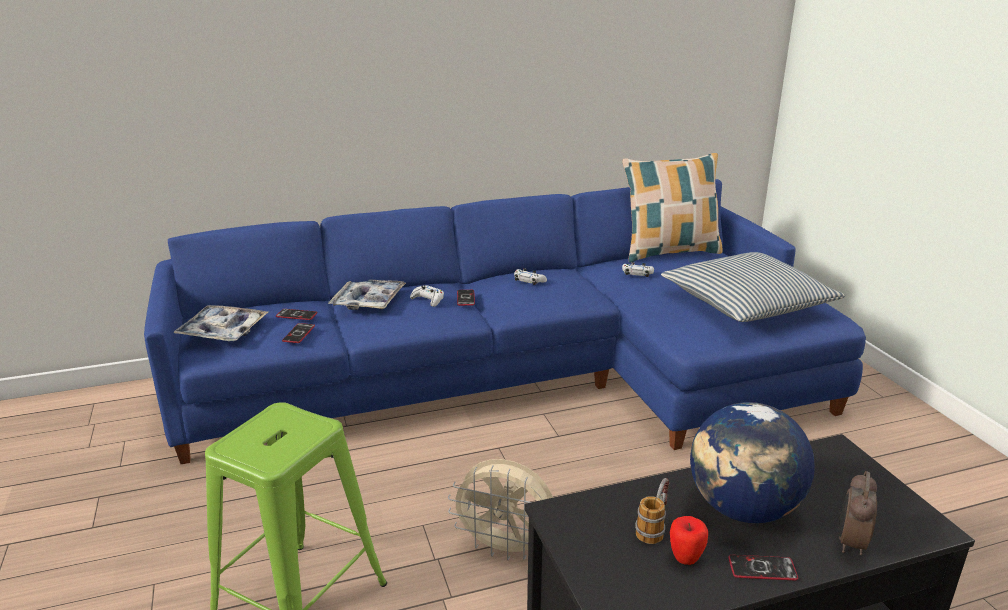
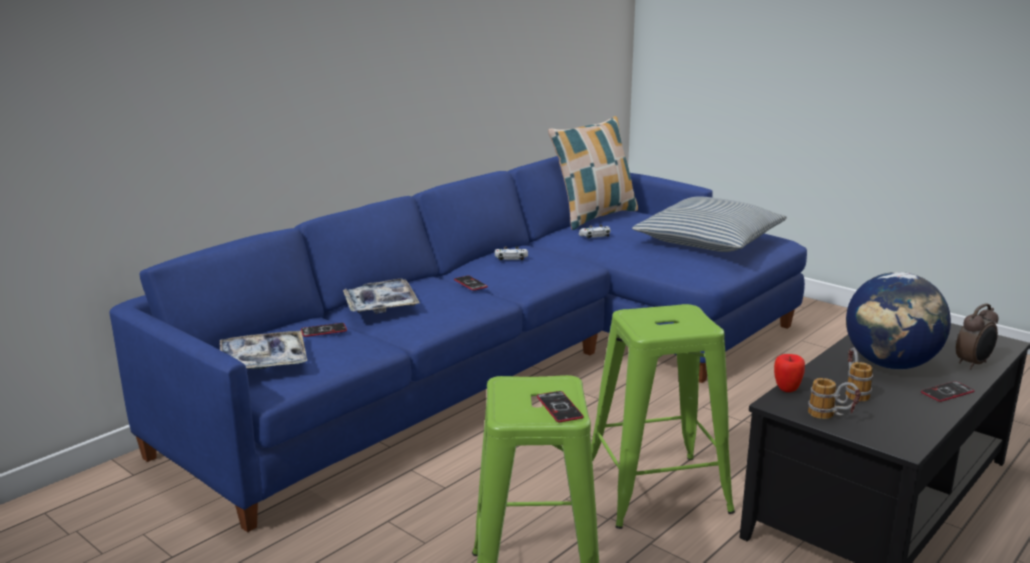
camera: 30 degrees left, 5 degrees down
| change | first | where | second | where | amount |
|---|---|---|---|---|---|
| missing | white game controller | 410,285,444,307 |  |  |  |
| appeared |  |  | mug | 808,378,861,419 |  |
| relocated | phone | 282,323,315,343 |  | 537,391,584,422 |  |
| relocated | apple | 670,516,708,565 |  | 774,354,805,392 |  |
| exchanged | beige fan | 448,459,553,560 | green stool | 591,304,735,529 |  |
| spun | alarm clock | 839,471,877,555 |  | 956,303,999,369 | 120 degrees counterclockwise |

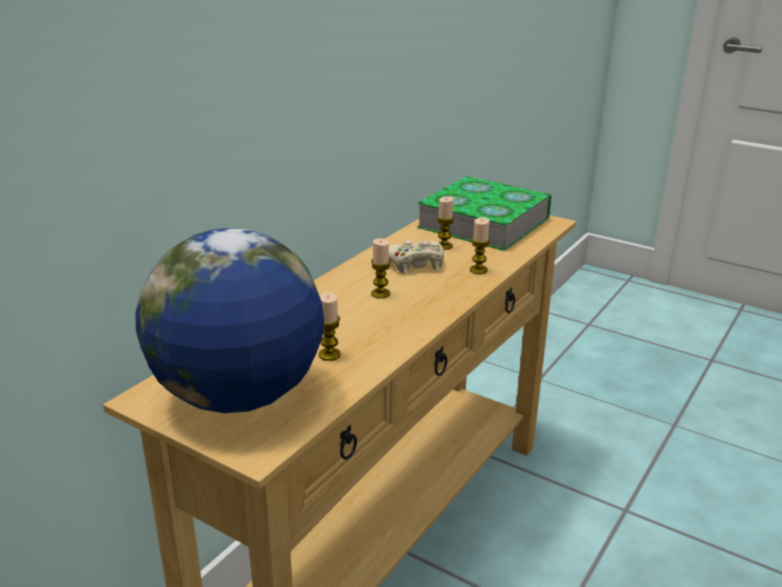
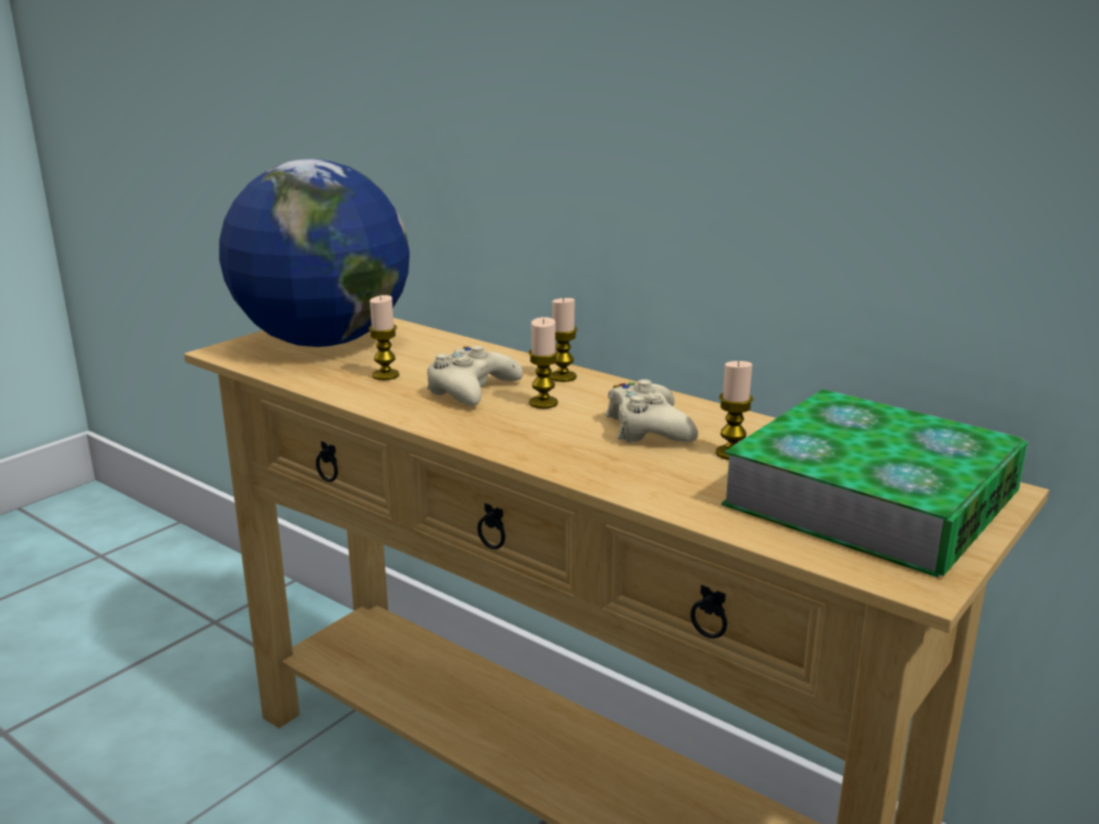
camera: 95 degrees right, 5 degrees down
| change | first | where | second | where | amount |
|---|---|---|---|---|---|
| appeared |  |  | beige game controller | 427,346,523,406 |  |
| relocated | candle | 470,217,490,274 |  | 549,298,577,382 |  |

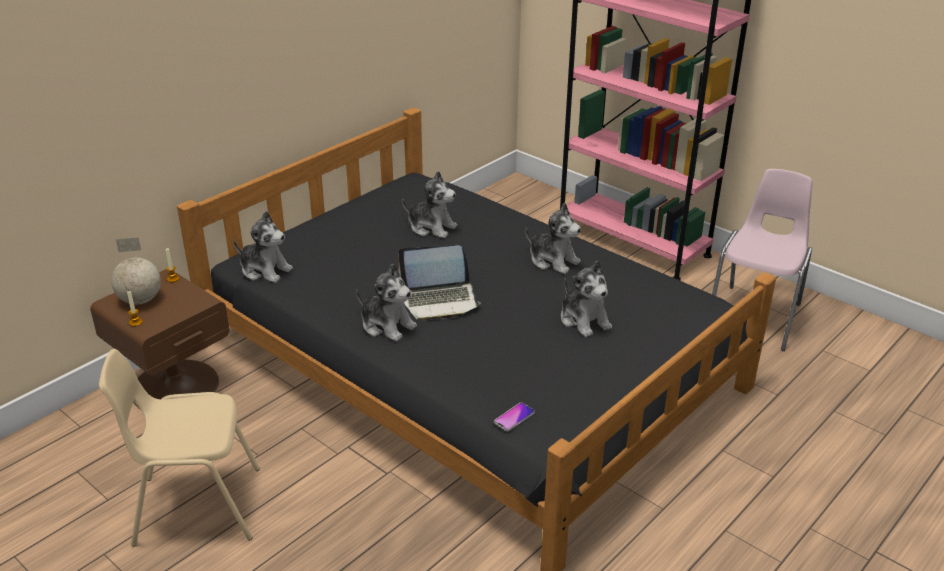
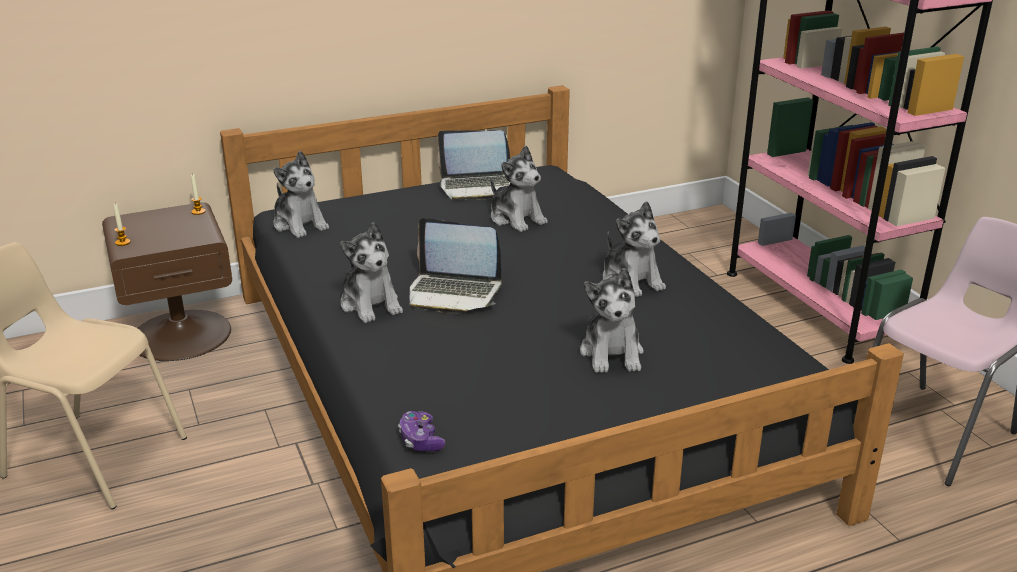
camera: 25 degrees right, 5 degrees down
| change | first | where | second | where | amount |
|---|---|---|---|---|---|
| missing | globe | 111,237,161,305 |  |  |  |
| appeared |  |  | laptop | 437,130,510,201 |  |
| exchanged | phone | 494,403,535,431 | game controller | 398,411,445,451 |  |

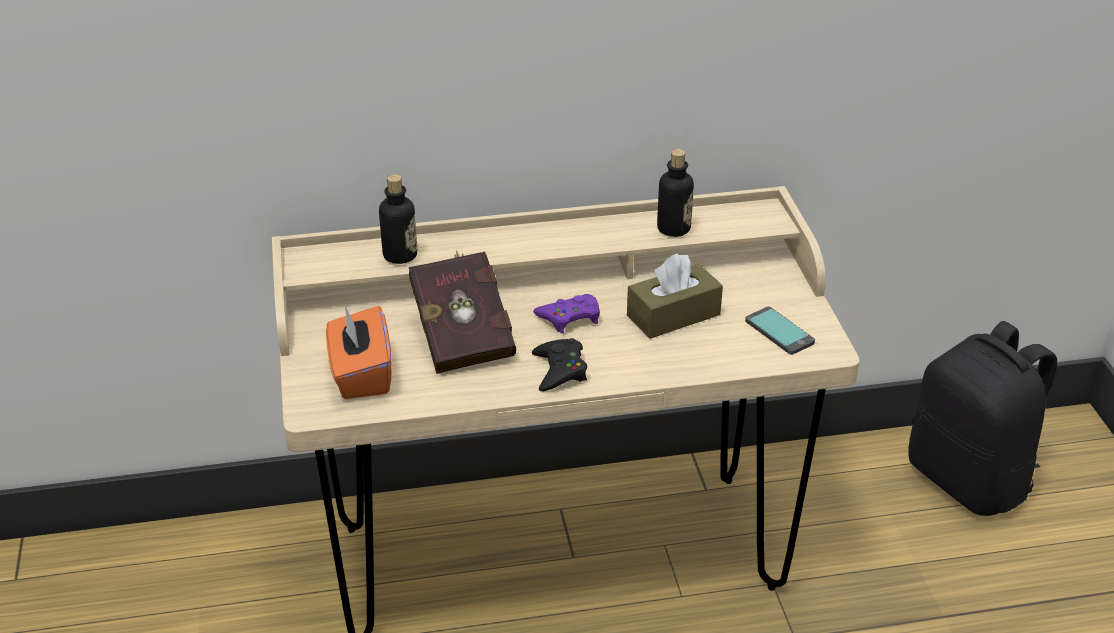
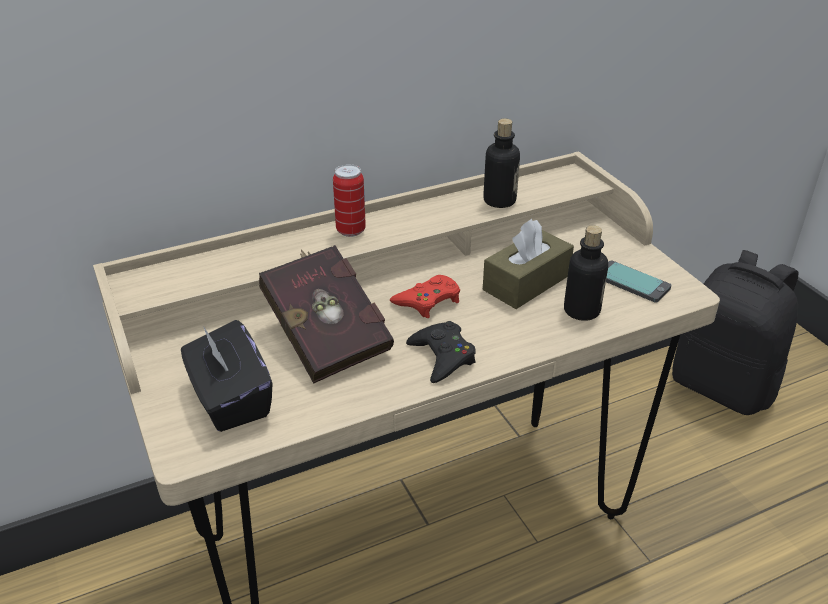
camera: 15 degrees left, 0 degrees up
| change | first | where | second | where | amount |
|---|---|---|---|---|---|
| appeared |  |  | can | 333,164,366,237 |  |
| relocated | bottle | 379,174,417,264 |  | 564,225,608,321 |  |
| colour | orange tissue box | 326,306,392,399 | black tissue box | 181,320,273,432 |  |
| colour | purple game controller | 533,294,600,334 | red game controller | 390,275,460,318 |  |

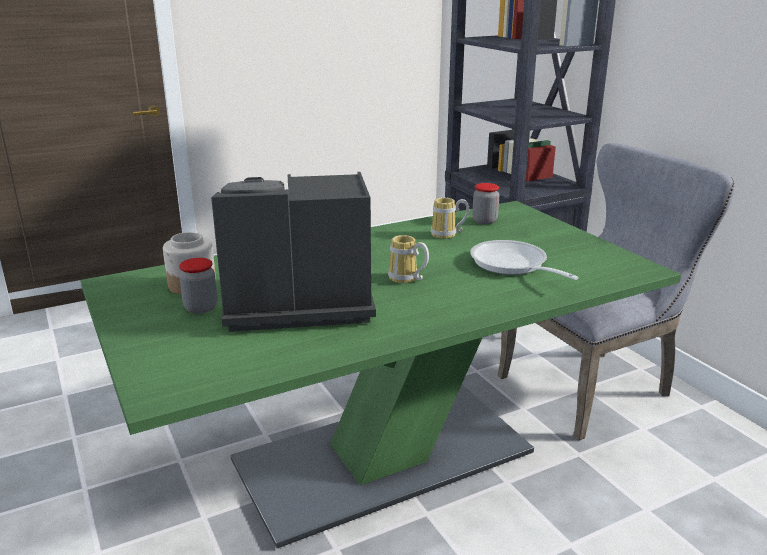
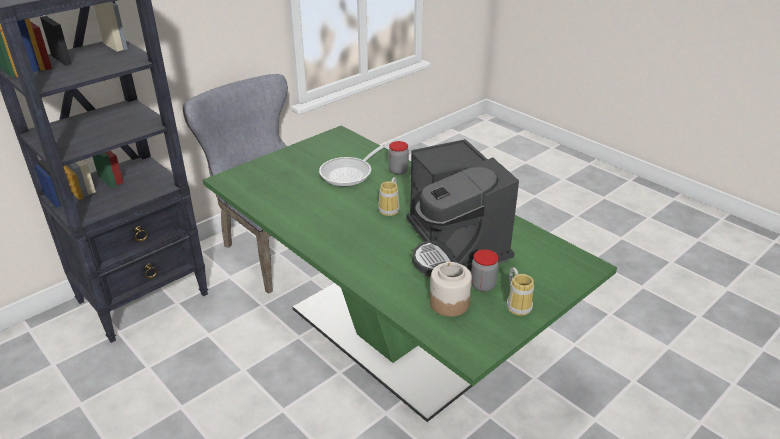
camera: 105 degrees left, 10 degrees up
| change | first | where | second | where | amount |
|---|---|---|---|---|---|
| relocated | mug | 431,197,469,239 |  | 507,267,534,316 |  |
| relocated | jar | 472,183,499,225 |  | 388,141,409,175 |  |

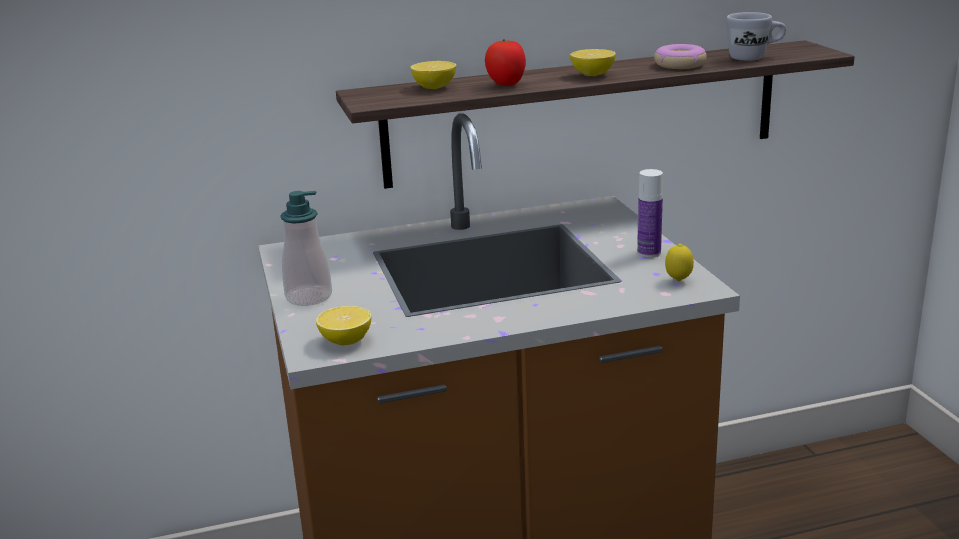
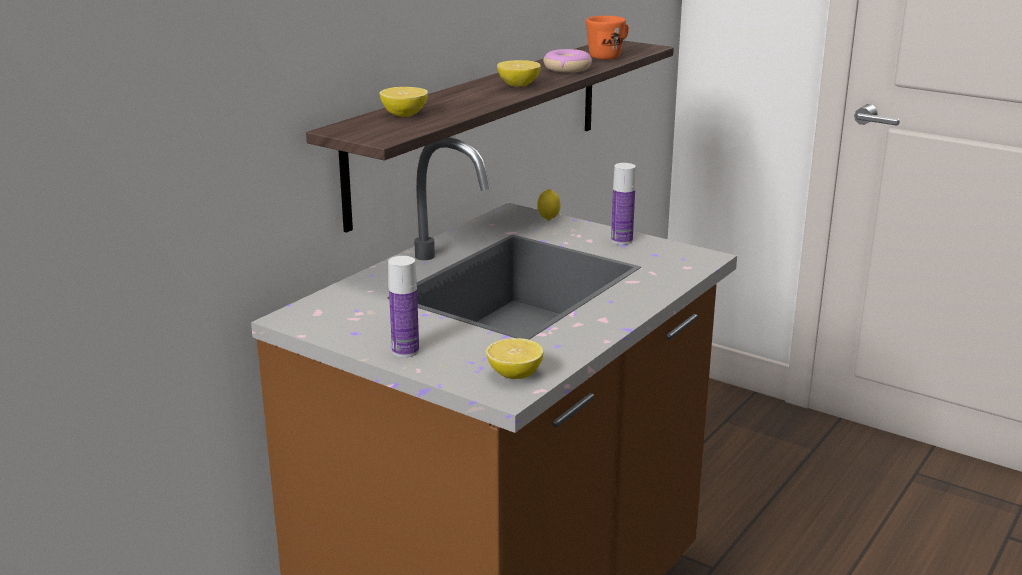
camera: 40 degrees left, 0 degrees up
| change | first | where | second | where | amount |
|---|---|---|---|---|---|
| missing | tomato | 485,39,526,86 |  |  |  |
| relocated | lemon | 665,244,694,281 |  | 537,189,560,221 |  |
| exchanged | soap dispenser | 280,191,332,306 | bottle | 388,256,419,358 |  |
| colour | white mug | 726,12,786,61 | orange mug | 586,16,629,60 |  |

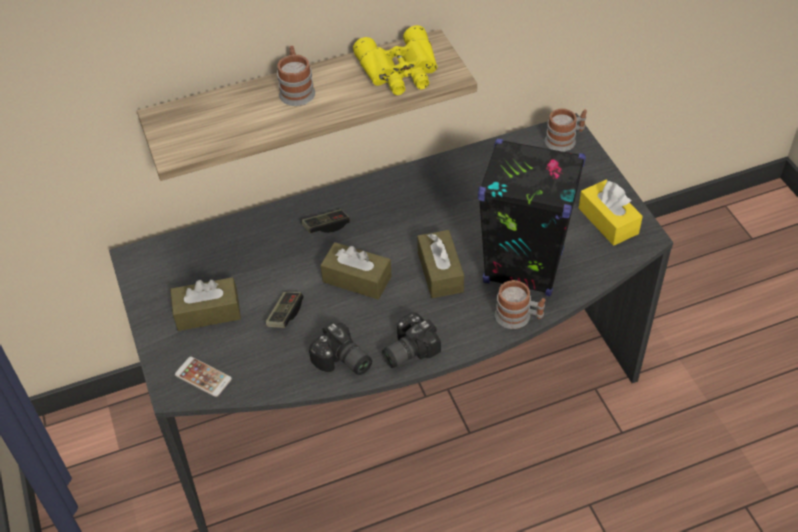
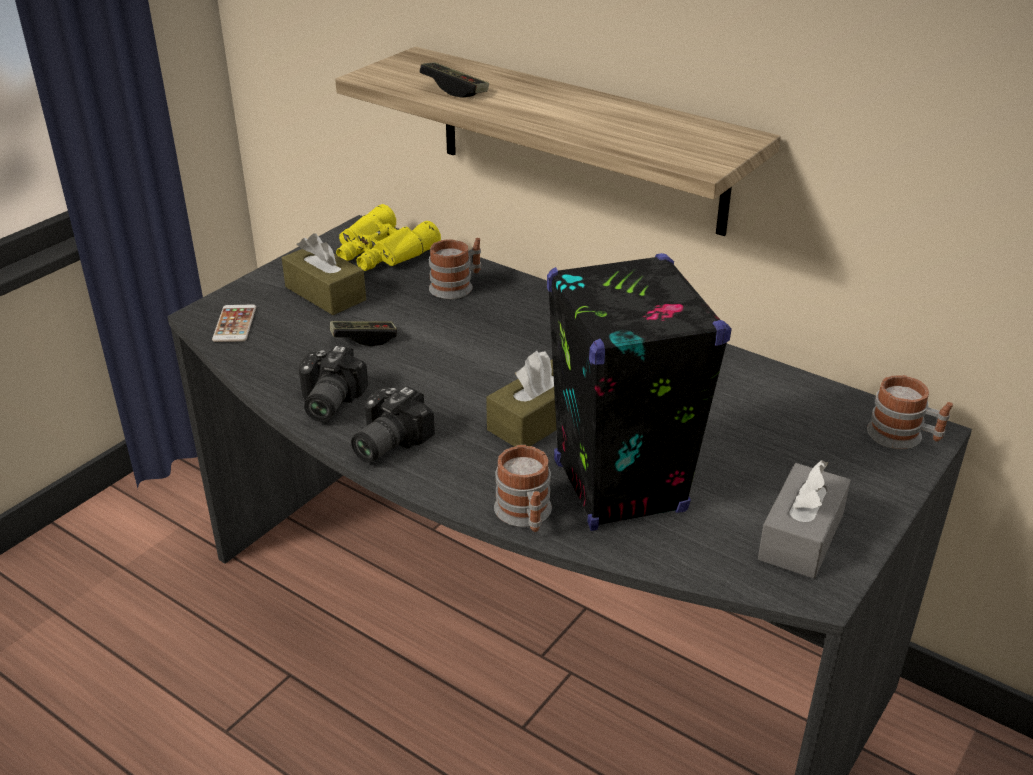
camera: 55 degrees right, 15 degrees down
| change | first | where | second | where | amount |
|---|---|---|---|---|---|
| missing | brown tissue box | 320,242,392,299 |  |  |  |
| relocated | mug | 277,46,315,106 |  | 429,238,481,299 |  |
| relocated | game controller | 302,209,350,233 |  | 419,62,489,98 |  |
| relocated | yellow binoculars | 353,25,438,95 |  | 336,204,441,271 |  |
| colour | yellow tissue box | 579,179,643,246 | grey tissue box | 758,460,851,578 |  |
| spun | photo camera | 382,312,441,368 |  | 351,386,435,463 | 75 degrees counterclockwise |

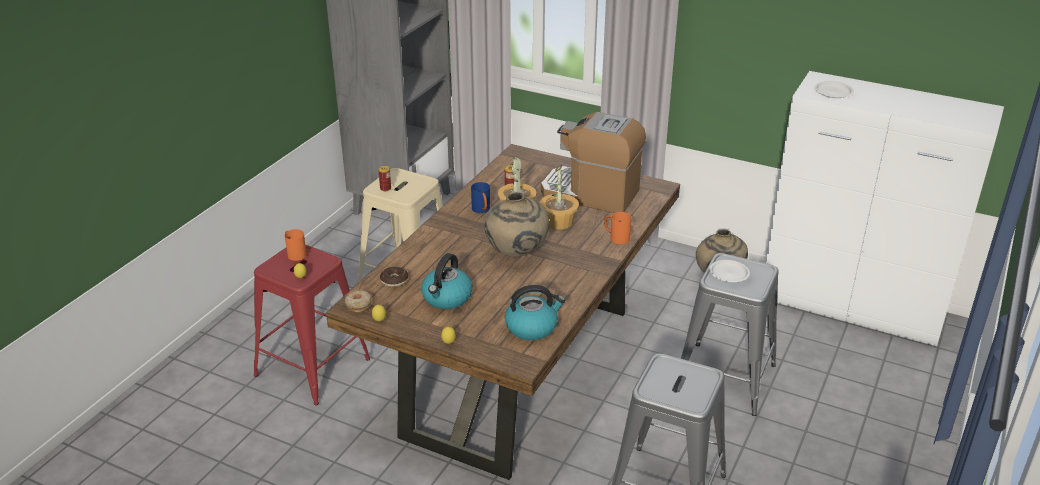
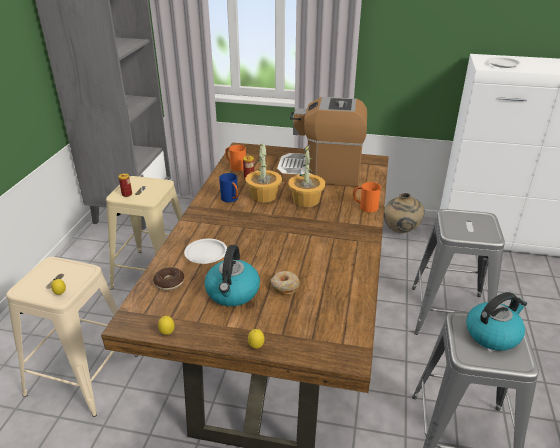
camera: 15 degrees left, 0 degrees up
| change | first | where | second | where | amount |
|---|---|---|---|---|---|
| missing | beige vase | 485,192,549,257 |  |  |  |
| relocated | orange mug | 284,229,307,261 |  | 225,145,246,171 |  |
| relocated | donut | 345,290,372,312 |  | 271,271,300,295 |  |
| relocated | kettle | 505,285,565,340 |  | 466,292,527,351 |  |
| relocated | white plate | 709,260,750,282 |  | 184,239,227,264 |  |
| colour | red stool | 254,245,370,405 | beige stool | 6,257,138,417 |  |

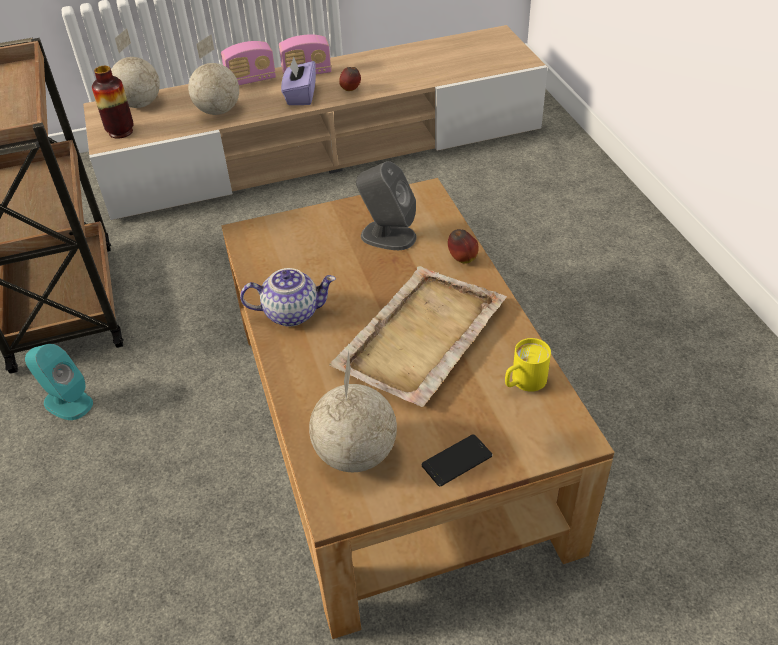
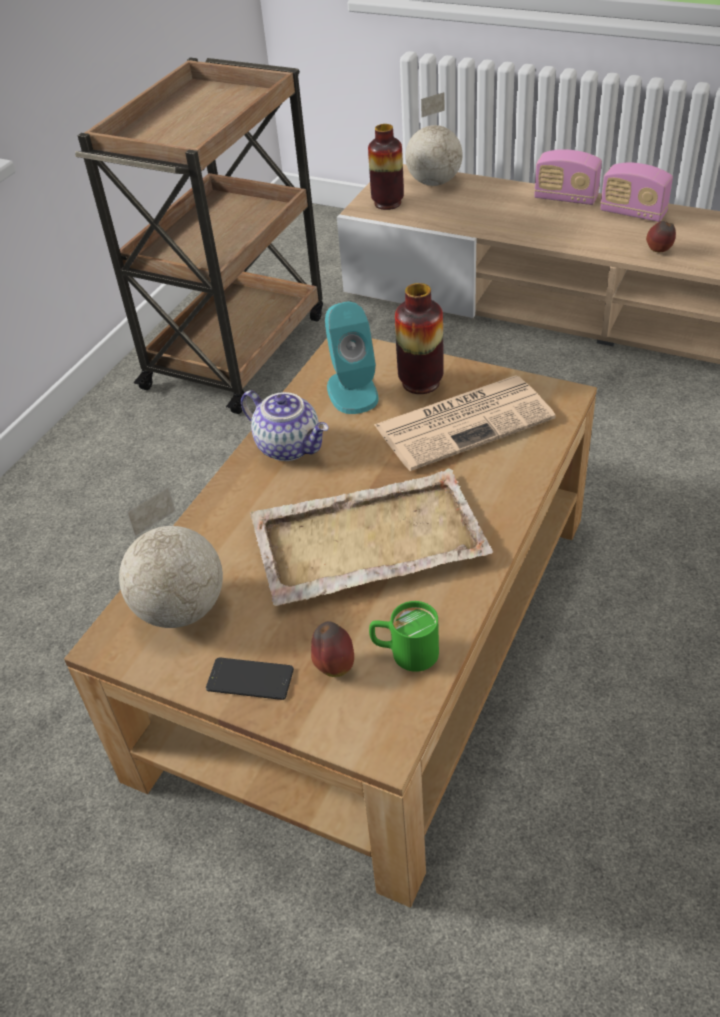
camera: 45 degrees right, 0 degrees up
| change | first | where | second | where | amount |
|---|---|---|---|---|---|
| missing | globe | 188,34,239,115 |  |  |  |
| missing | purple tissue box | 281,56,316,105 |  |  |  |
| appeared |  |  | vase | 395,283,444,394 |  |
| relocated | turquoise speaker | 25,344,93,420 |  | 325,302,378,414 |  |
| relocated | apple | 448,229,479,264 |  | 311,621,354,677 |  |
| exchanged | grey speaker | 356,161,417,250 | newspaper | 374,375,556,471 |  |
| colour | yellow mug | 505,338,551,392 | green mug | 369,601,439,672 |  |

